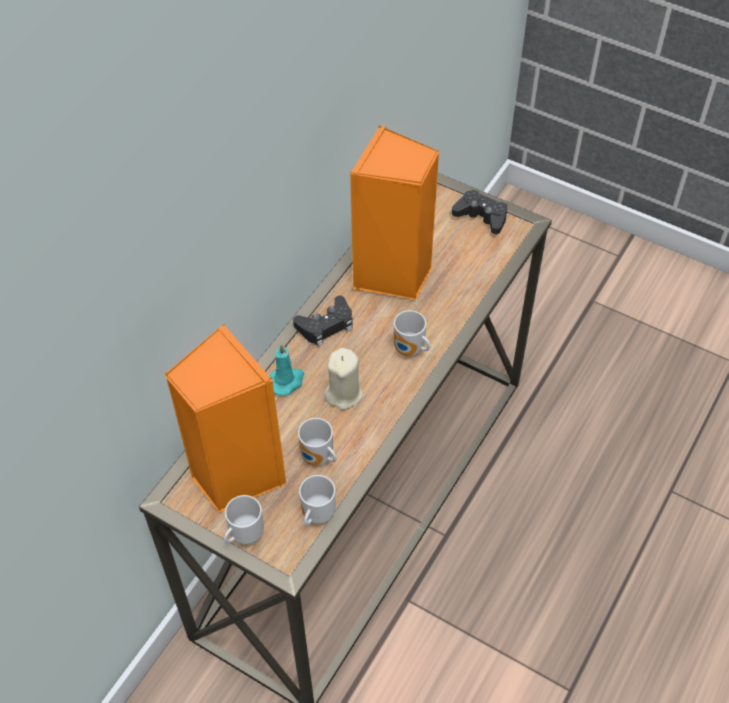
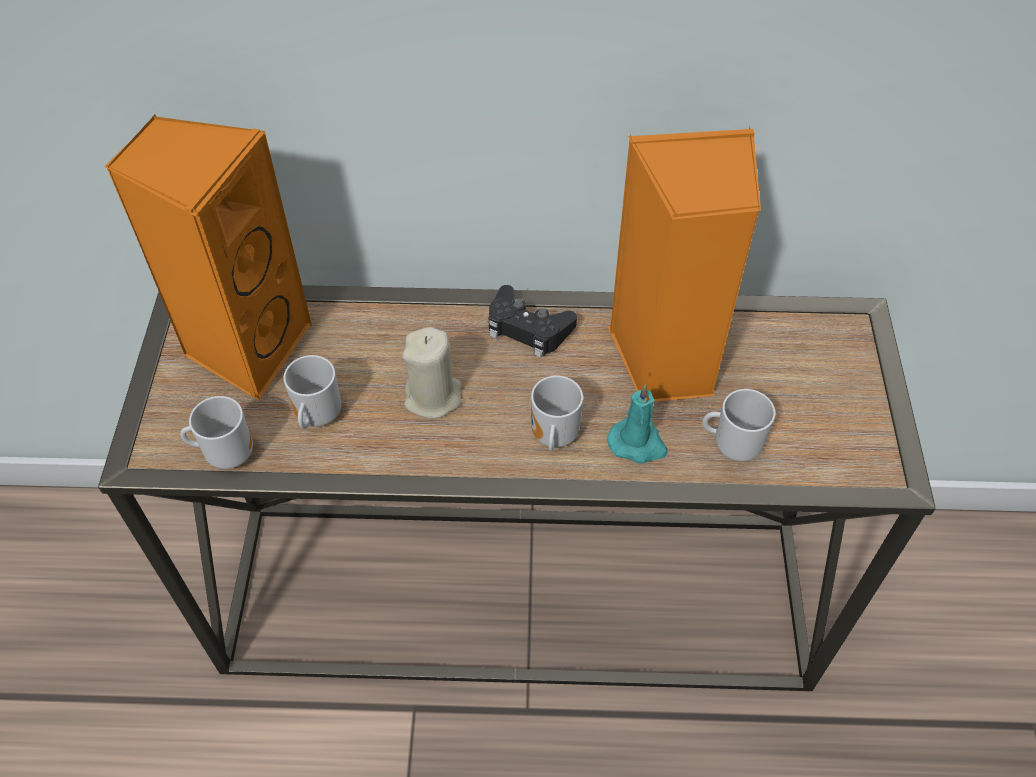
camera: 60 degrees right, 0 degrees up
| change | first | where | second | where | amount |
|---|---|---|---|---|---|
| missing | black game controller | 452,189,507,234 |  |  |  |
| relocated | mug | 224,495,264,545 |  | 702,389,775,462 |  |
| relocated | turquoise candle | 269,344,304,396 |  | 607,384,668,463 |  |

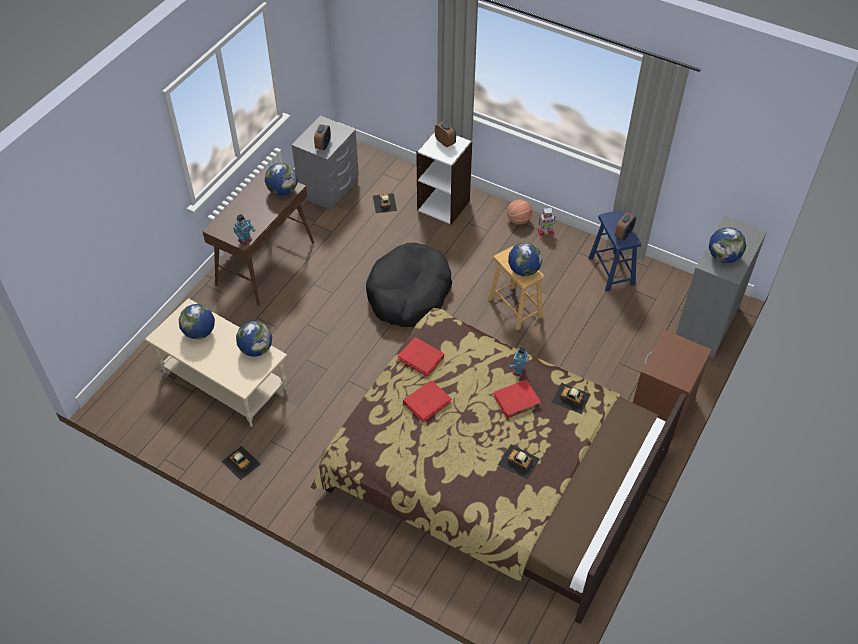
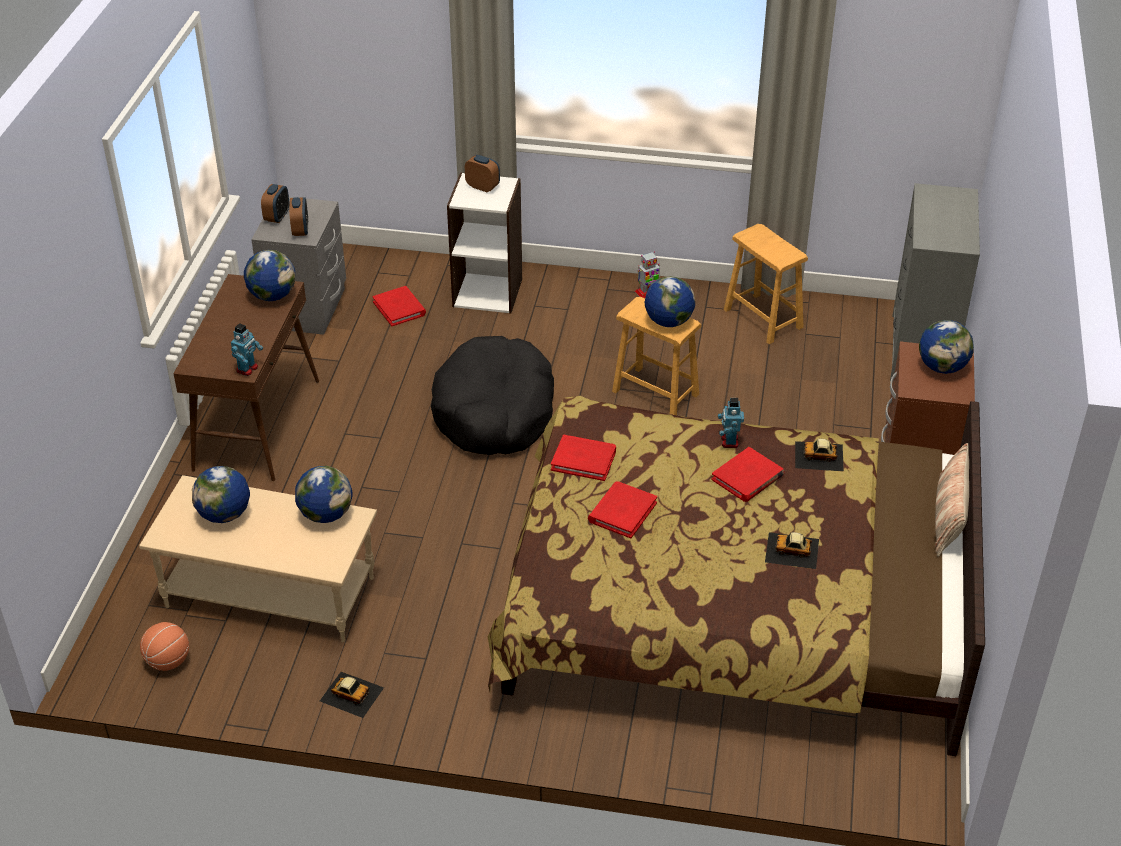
camera: 20 degrees left, 10 degrees down
| change | first | where | second | where | amount |
|---|---|---|---|---|---|
| appeared |  |  | pillow | 935,443,969,557 |  |
| relocated | basketball | 507,199,532,225 |  | 140,622,189,671 |  |
| relocated | alarm clock | 615,213,636,240 |  | 261,184,289,223 |  |
| relocated | globe | 709,227,746,263 |  | 919,320,974,374 |  |
| exchanged | toy car | 373,193,397,213 | red book | 372,286,426,326 |  |
| colour | blue stool | 589,210,641,292 | brown stool | 724,224,808,344 |  |

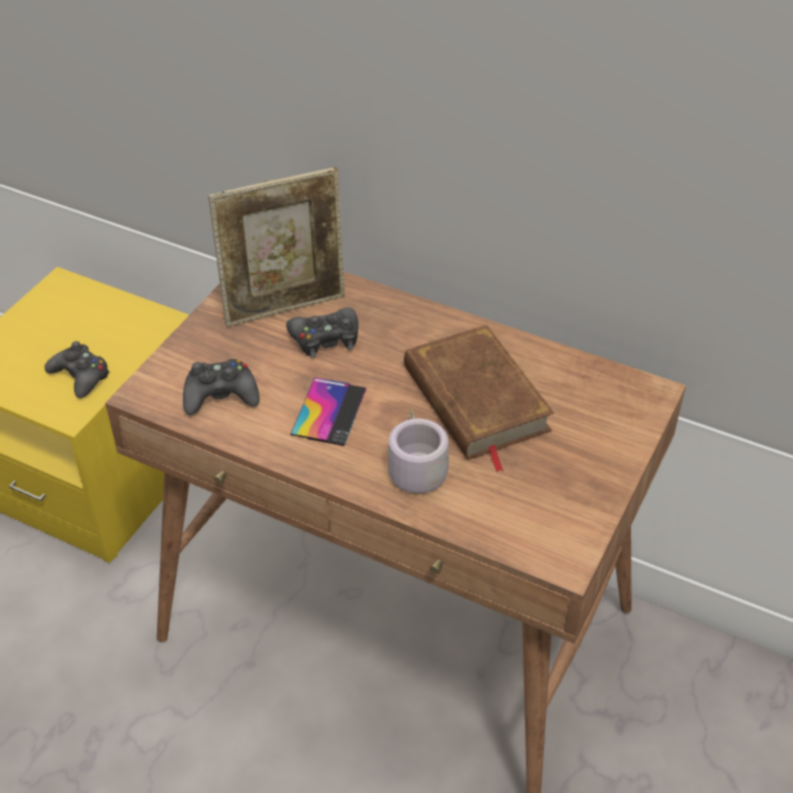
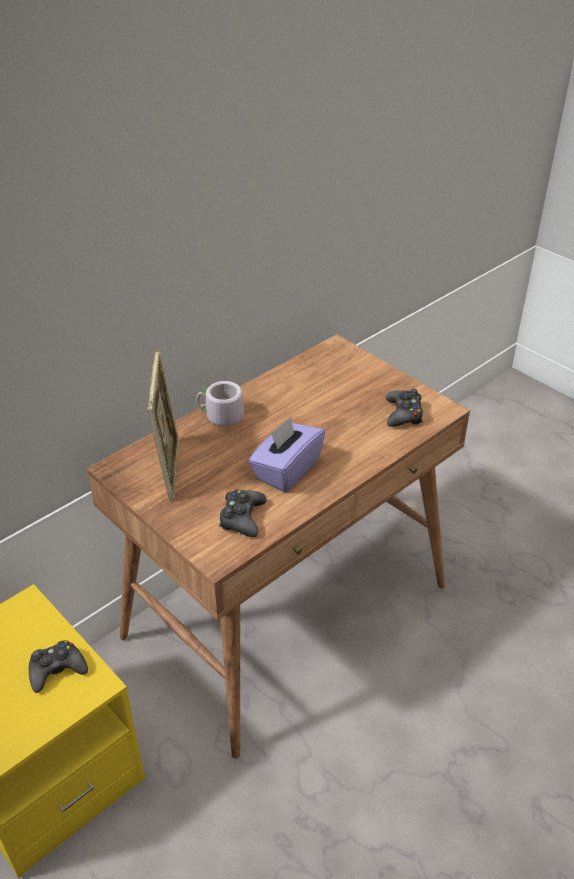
camera: 70 degrees left, 5 degrees down
| change | first | where | second | where | amount |
|---|---|---|---|---|---|
| missing | brown book | 404,325,554,472 |  |  |  |
| relocated | black game controller | 286,308,358,358 |  | 386,389,423,427 |  |
| relocated | grey mug | 385,409,449,503 |  | 196,381,244,431 |  |
| exchanged | phone | 290,377,366,446 | purple tissue box | 248,416,325,492 |  |

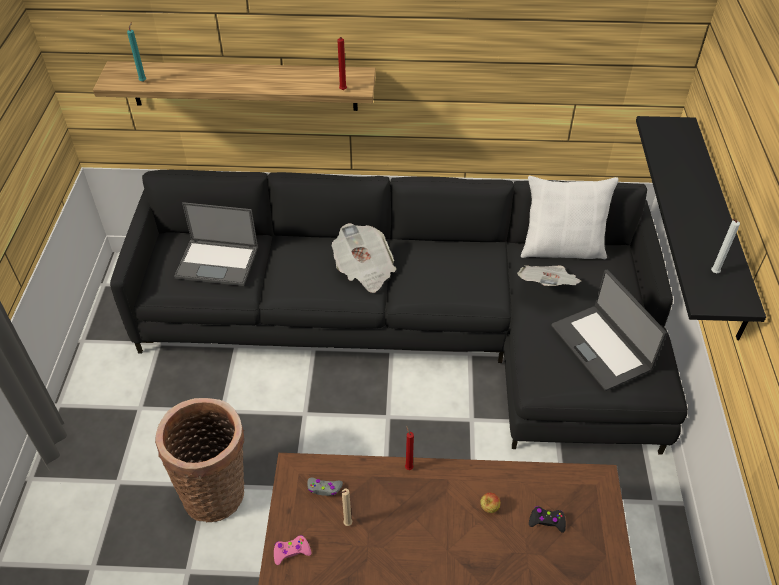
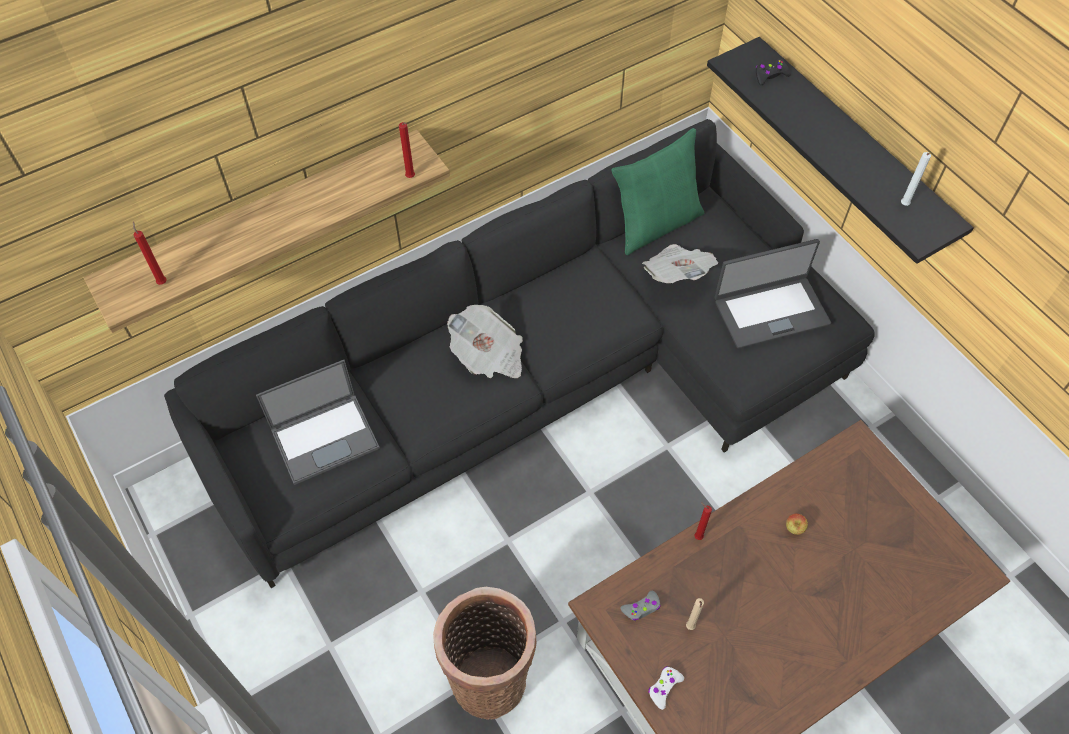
camera: 35 degrees left, 10 degrees up
| change | first | where | second | where | amount |
|---|---|---|---|---|---|
| relocated | black game controller | 529,506,566,533 |  | 756,59,791,85 |  |
| colour | turquoise candle | 127,22,146,82 | red candle | 133,222,167,285 |  |
| colour | pink game controller | 274,535,311,565 | white game controller | 648,666,684,710 |  |
| colour | white pillow | 521,176,619,259 | green pillow | 611,128,704,255 |  |
| spun | laptop | 551,270,667,391 |  | 715,239,831,348 | 45 degrees counterclockwise |

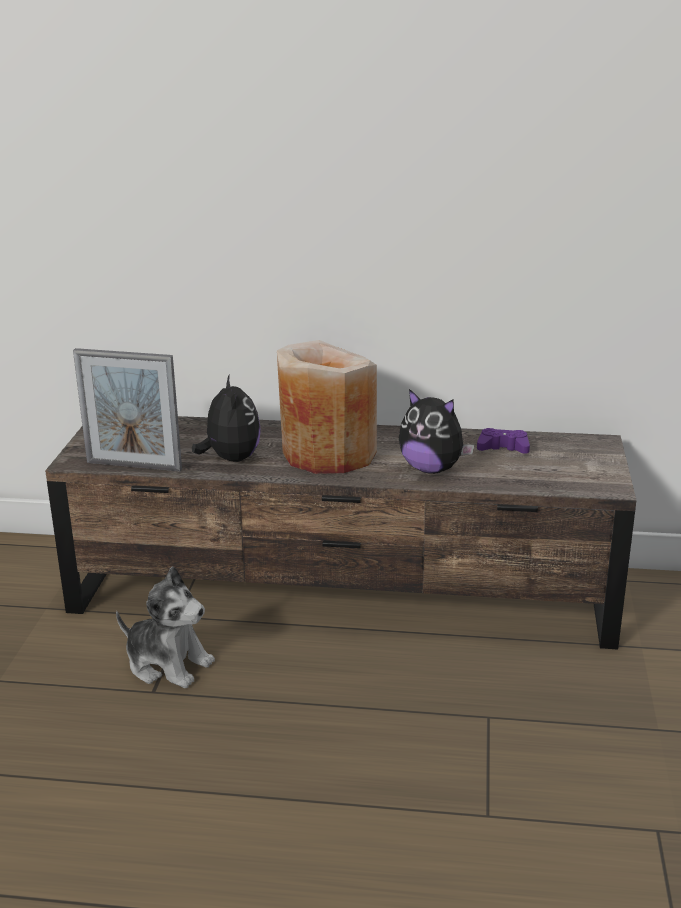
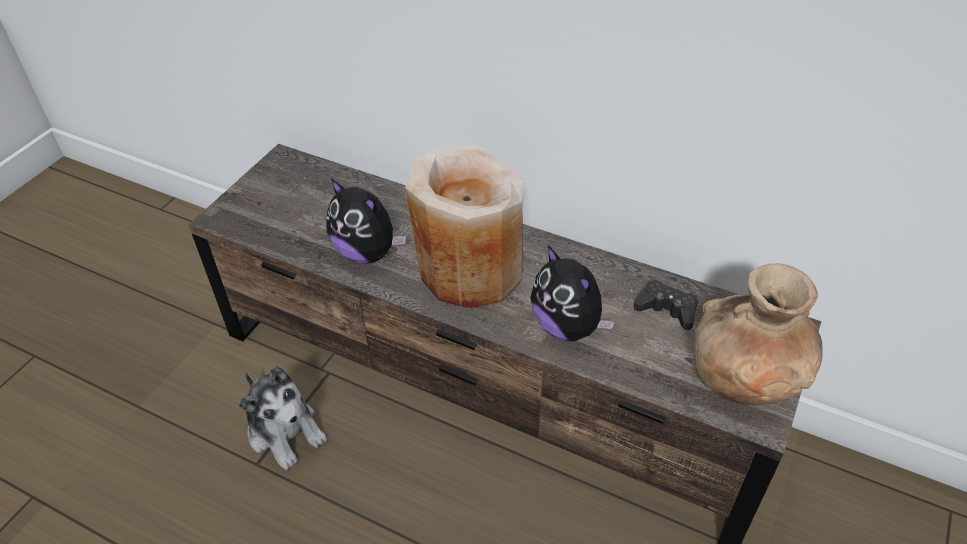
camera: 20 degrees right, 20 degrees up
| change | first | where | second | where | amount |
|---|---|---|---|---|---|
| missing | picture frame | 73,348,182,471 |  |  |  |
| appeared |  |  | brown vase | 694,263,823,405 |  |
| colour | purple game controller | 477,428,530,454 | black game controller | 634,280,698,330 |  |
| spun | plush toy | 192,375,260,462 |  | 326,178,406,264 | 120 degrees clockwise |

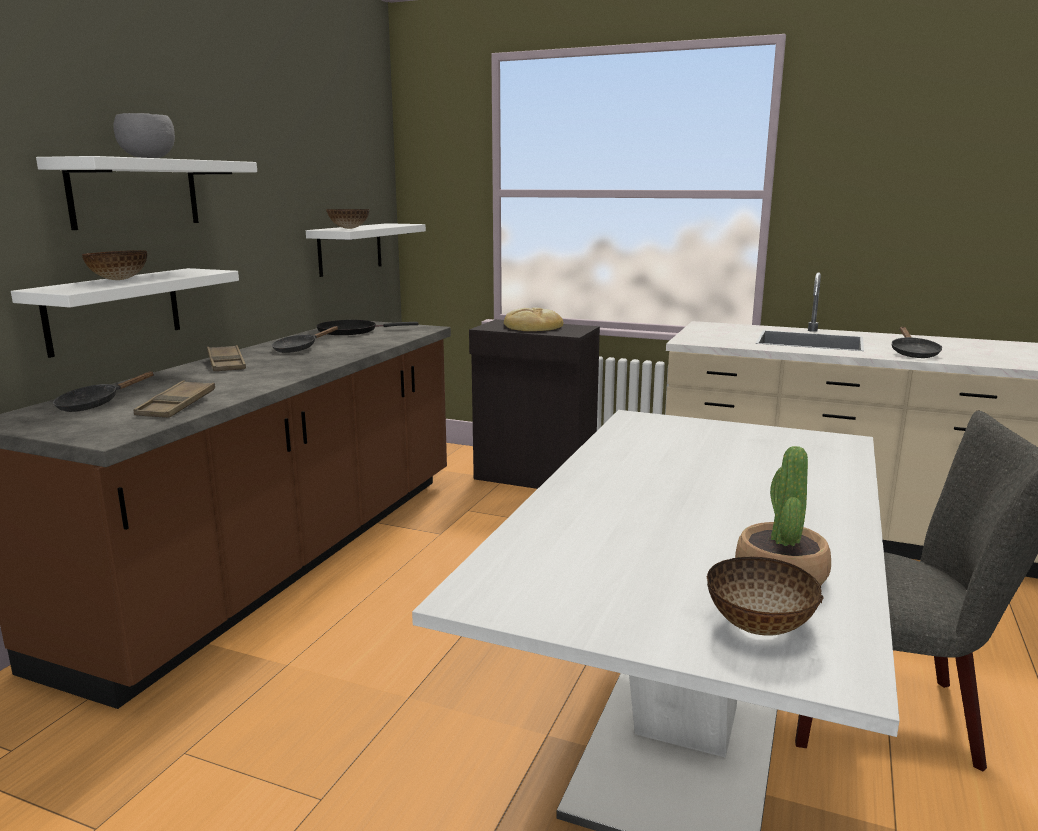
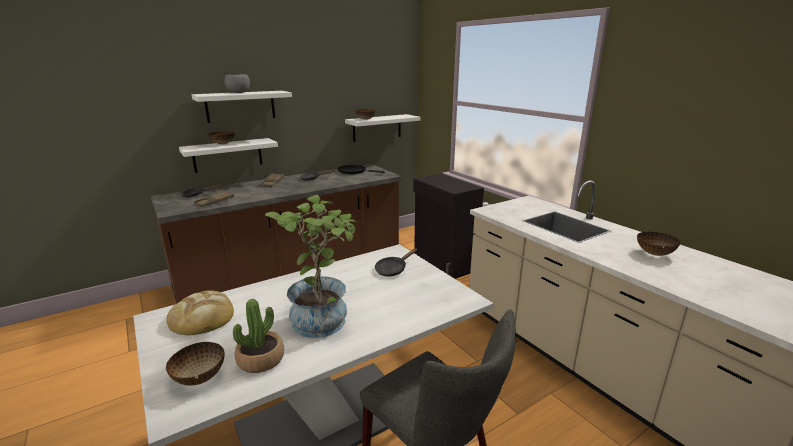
camera: 35 degrees right, 5 degrees up
| change | first | where | second | where | amount |
|---|---|---|---|---|---|
| appeared |  |  | potted plant | 265,195,356,338 |  |
| appeared |  |  | bowl | 637,231,681,256 |  |
| relocated | bread | 504,307,563,331 |  | 166,290,234,335 |  |
| relocated | black frying pan | 891,327,942,358 |  | 375,248,417,277 |  |

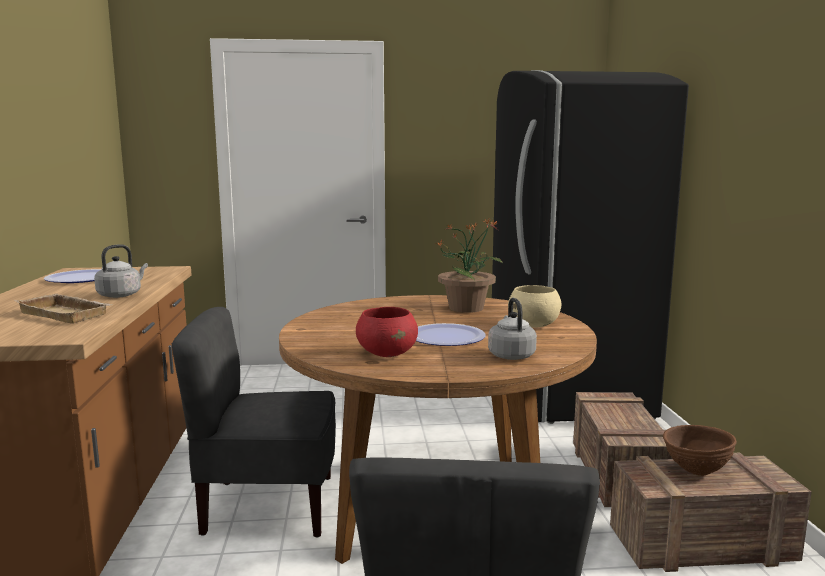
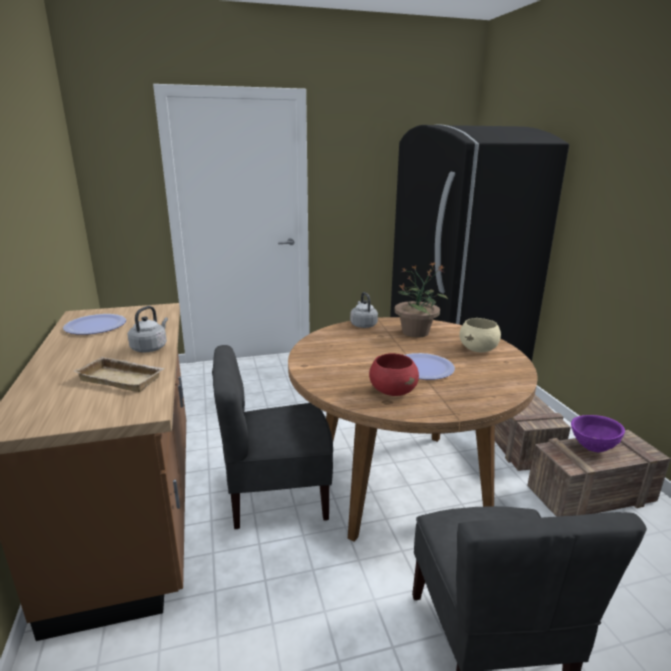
camera: 10 degrees left, 10 degrees up
| change | first | where | second | where | amount |
|---|---|---|---|---|---|
| relocated | grey kettle | 488,298,537,360 |  | 350,292,378,328 |  |
| colour | brown bowl | 663,425,737,476 | purple bowl | 571,415,625,452 |  |

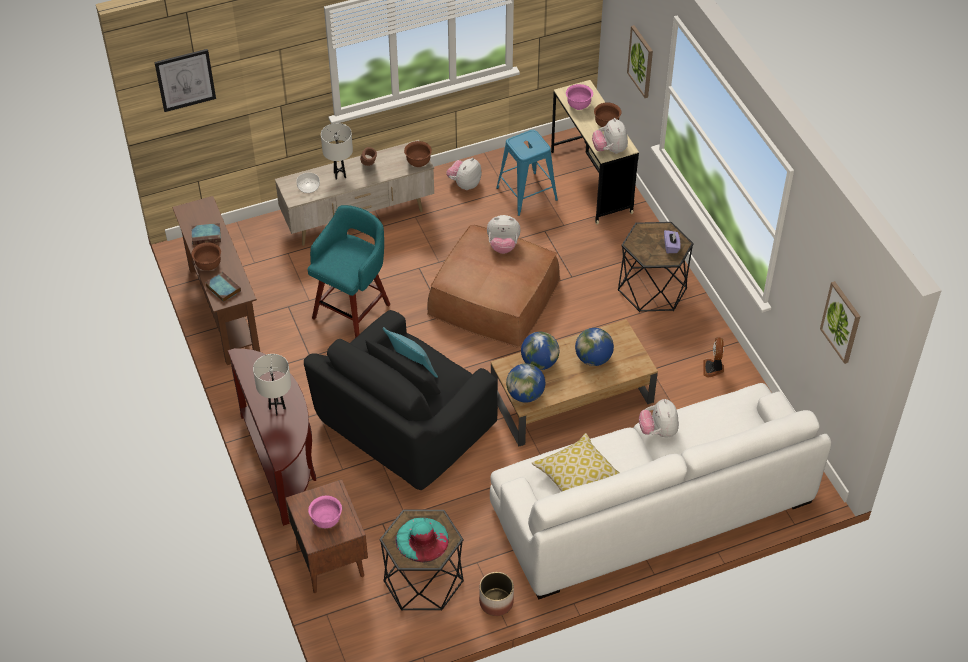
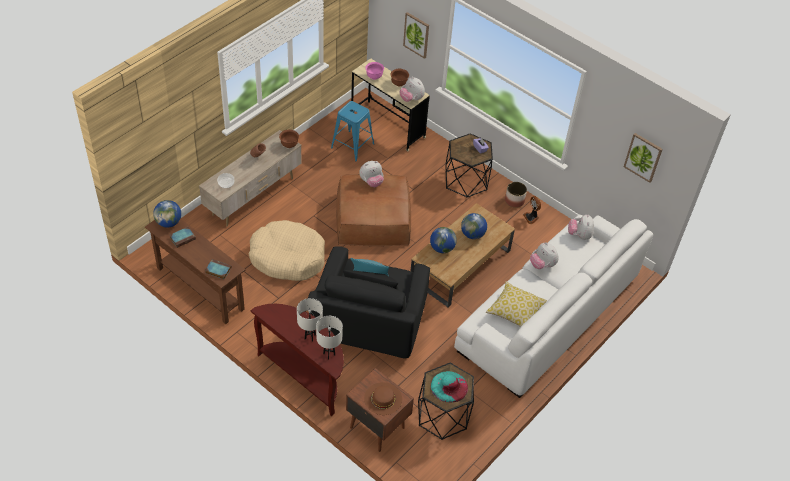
camera: 30 degrees left, 0 degrees up
| change | first | where | second | where | amount |
|---|---|---|---|---|---|
| missing | picture | 154,49,216,112 |  |  |  |
| missing | brown bowl | 192,242,221,271 |  |  |  |
| relocated | white table lamp | 321,123,353,180 |  | 316,316,343,360 |  |
| relocated | plush toy | 446,158,482,190 |  | 568,214,594,240 |  |
| relocated | planter | 479,572,514,616 |  | 505,182,527,208 |  |
| relocated | globe | 506,363,545,403 |  | 153,200,181,228 |  |
| exchanged | turquoise stool | 307,205,390,338 | beige dog bed | 249,220,325,281 |  |
| exchanged | pink bowl | 308,495,342,528 | brown hat | 364,382,402,415 |  |

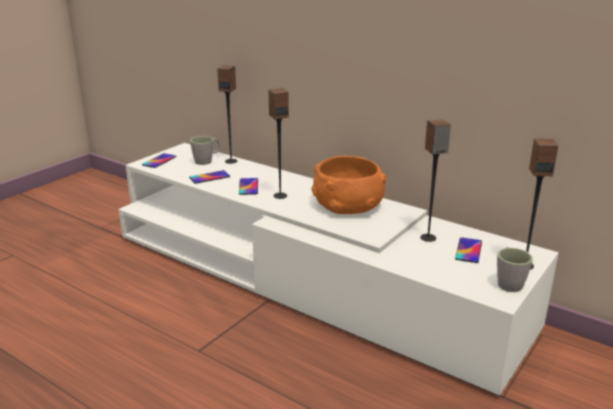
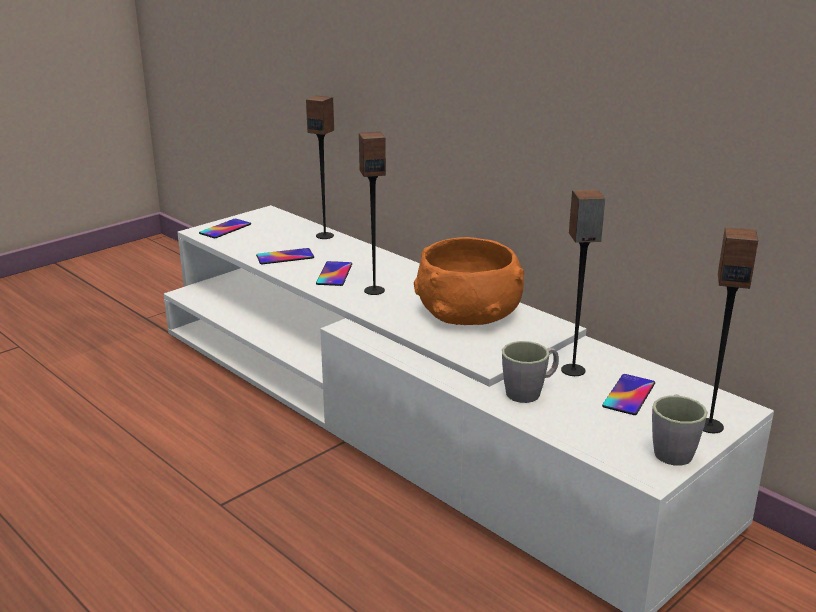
camera: 10 degrees right, 0 degrees up
| change | first | where | second | where | amount |
|---|---|---|---|---|---|
| relocated | grey mug | 190,136,220,165 |  | 502,341,559,403 |  |

